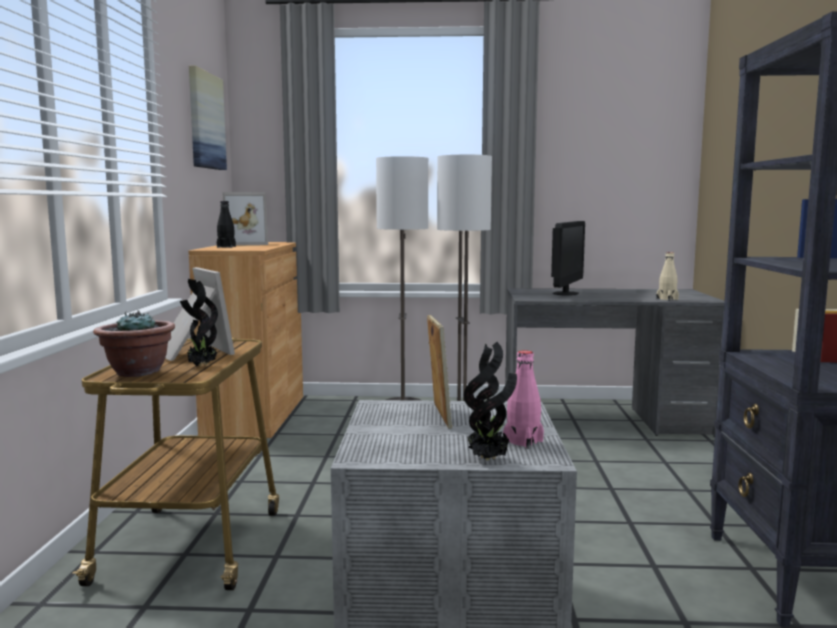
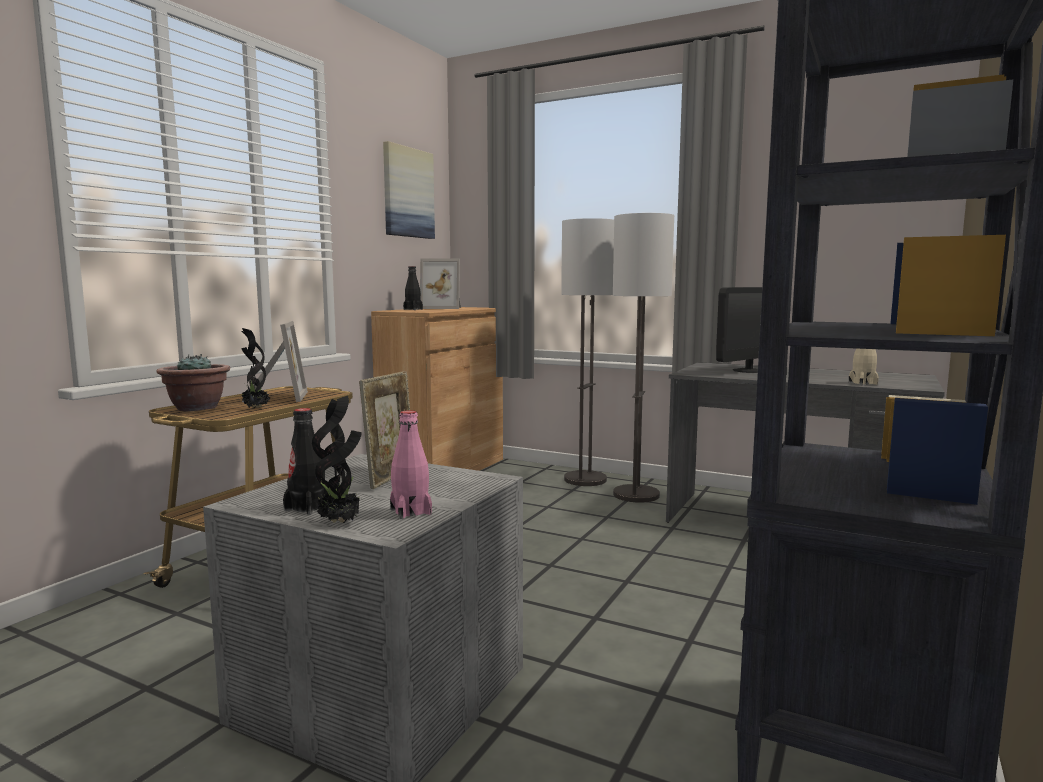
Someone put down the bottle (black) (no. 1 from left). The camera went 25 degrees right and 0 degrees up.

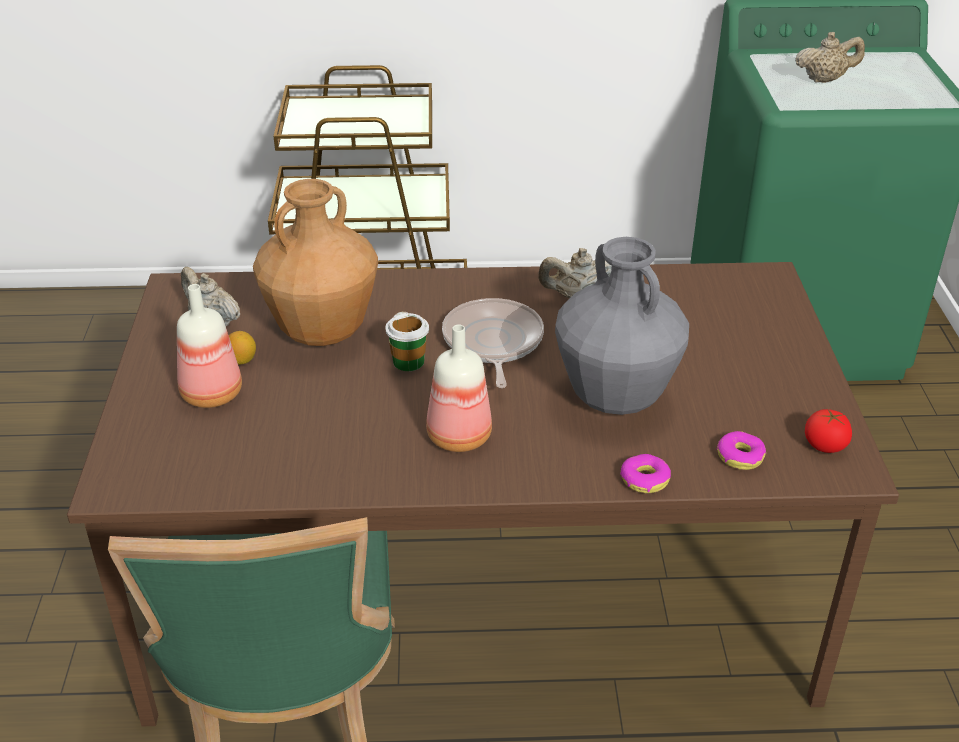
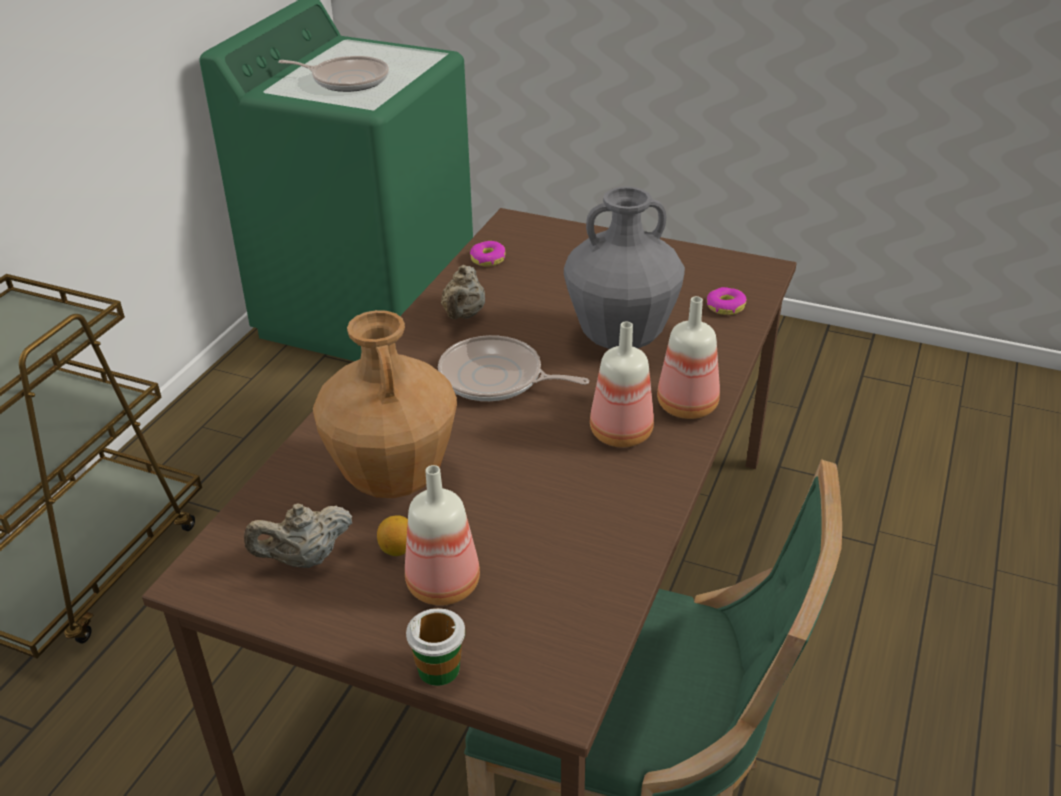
Someone swapped the teapot (beige) (no. 3 from left) for the frying pan (no. 1 from left). Someone carried the cup. Someone carried the donut (no. 1 from left). Someone put down the bottle (no. 3 from left). Someone took away the tomato. The camera went 65 degrees left and 0 degrees up.

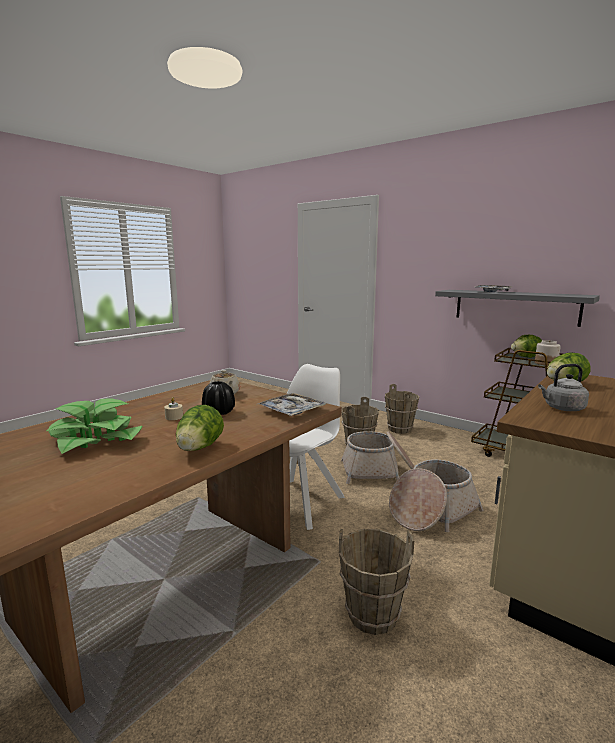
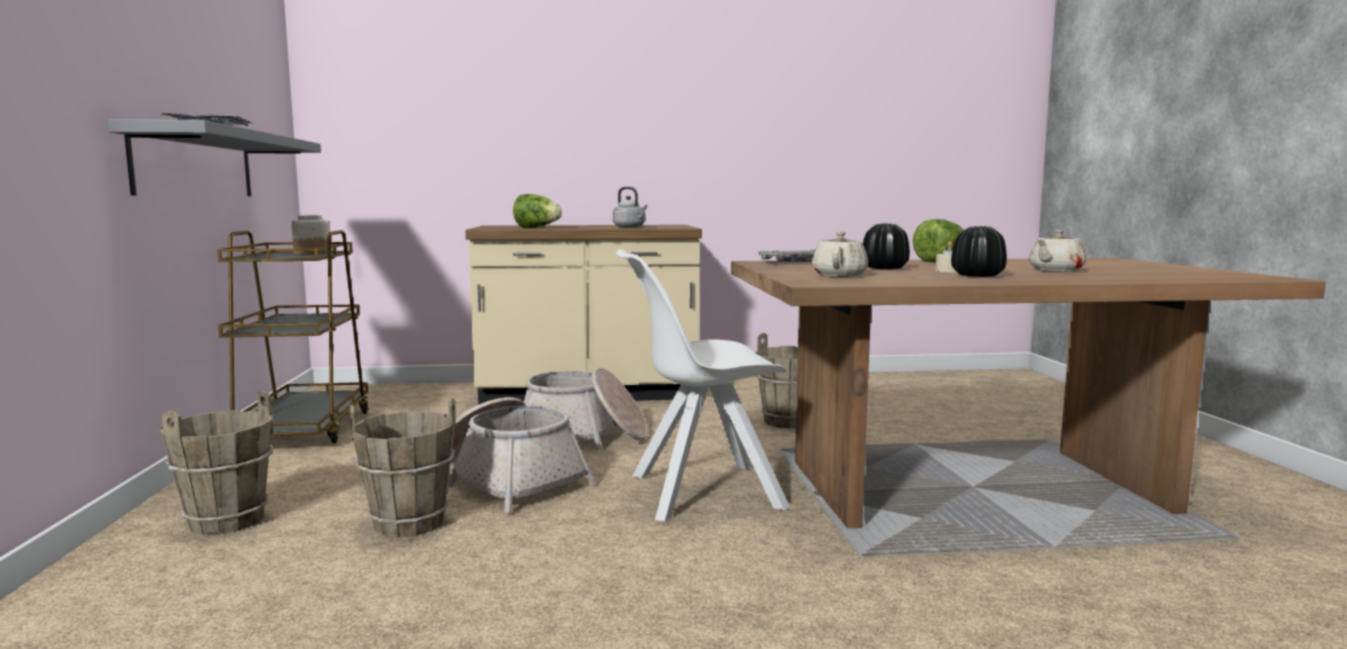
Someone put down the vase (black) (no. 2 from left). Someone swapped the potted plant for the teapot (beige) (no. 2 from left). Someone took away the lettuce (no. 2 from left). The camera went 135 degrees left and 5 degrees down.

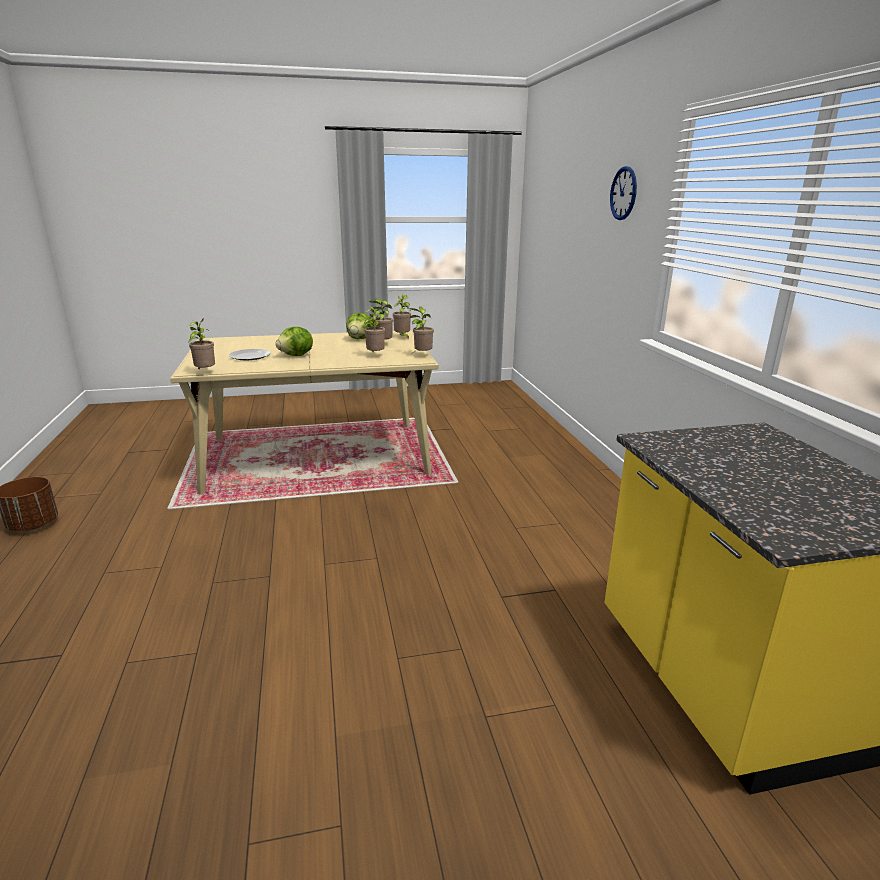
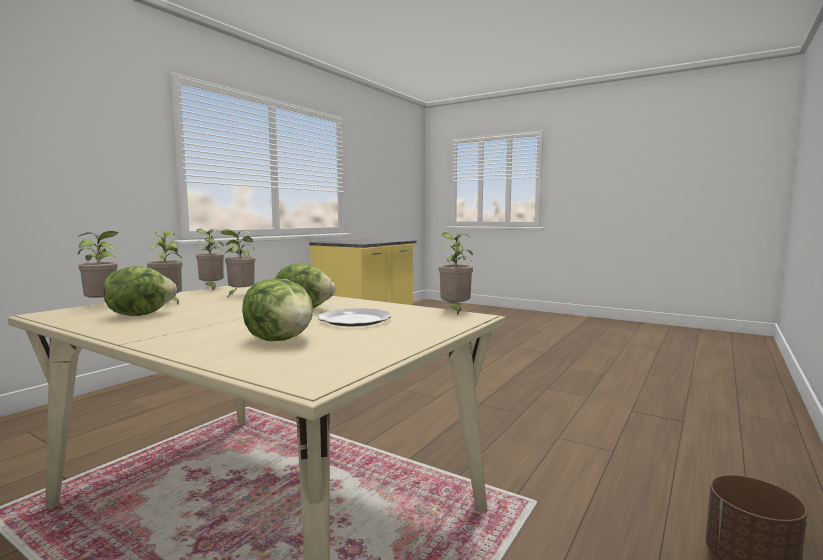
Someone put down the lettuce (no. 2 from left). Someone took away the wall clock. The camera went 135 degrees left and 15 degrees down.

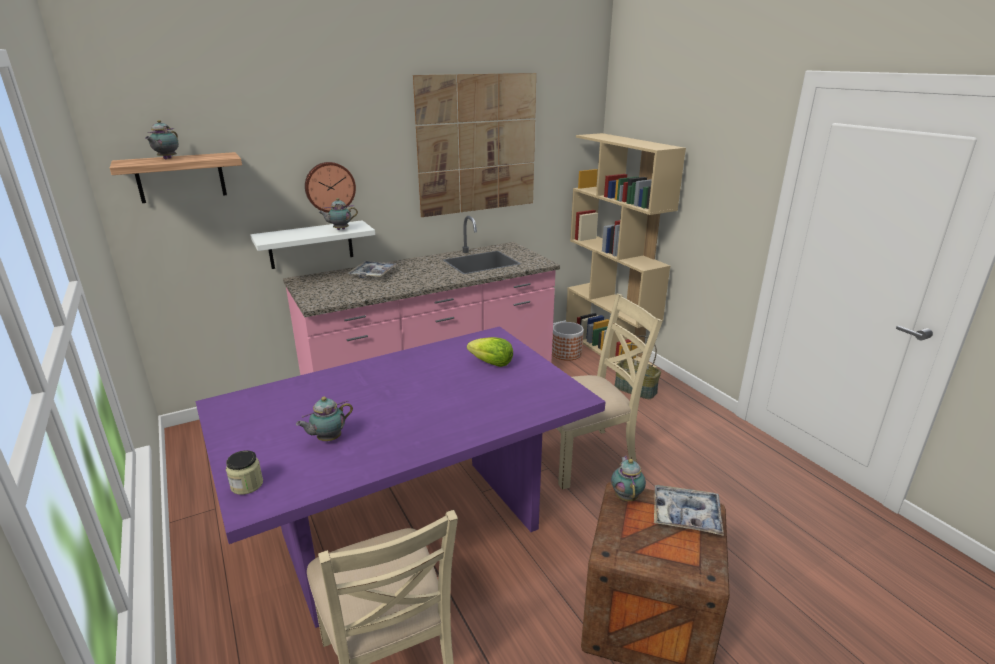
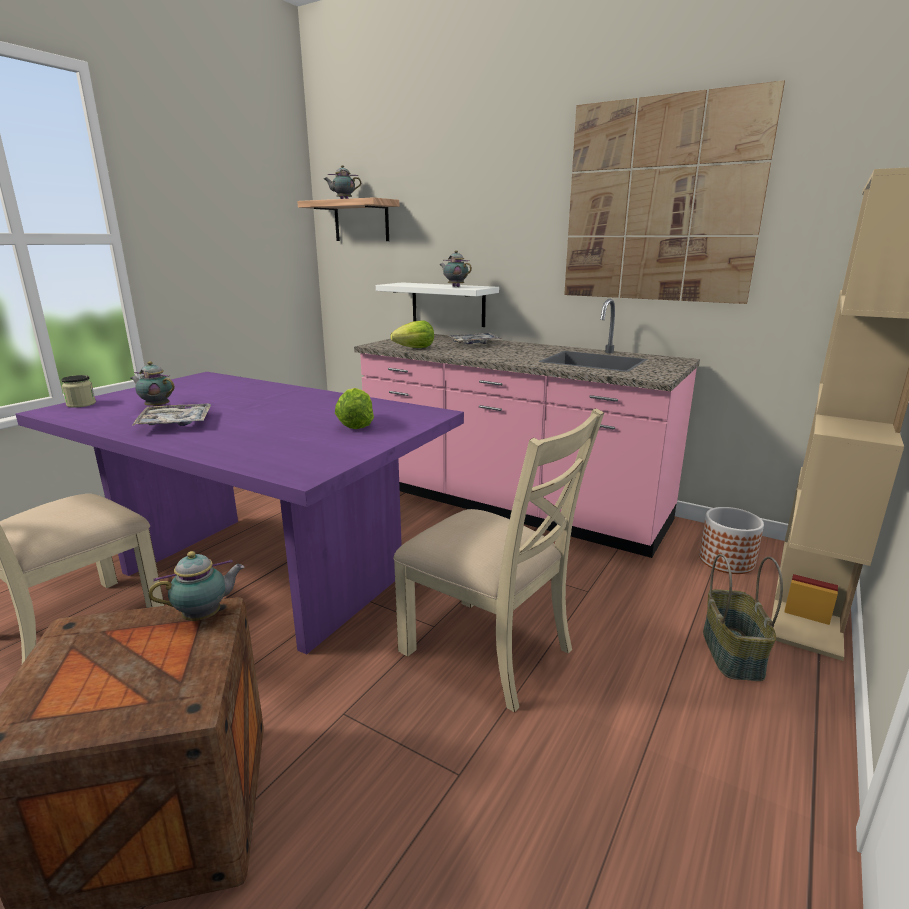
Someone carried the tray (no. 2 from left in the first image). Someone put down the lettuce (no. 2 from left). Someone took away the wall clock. The camera went 60 degrees right and 5 degrees down.

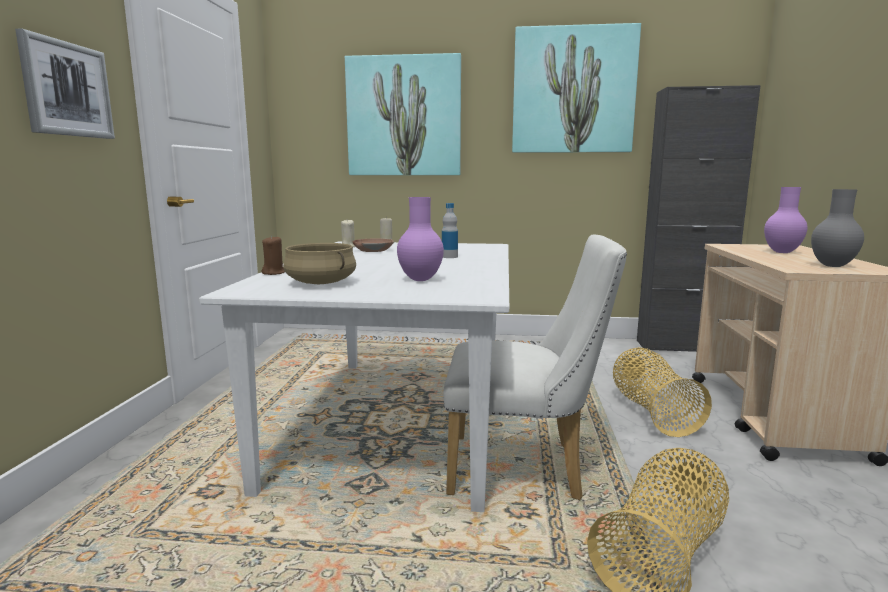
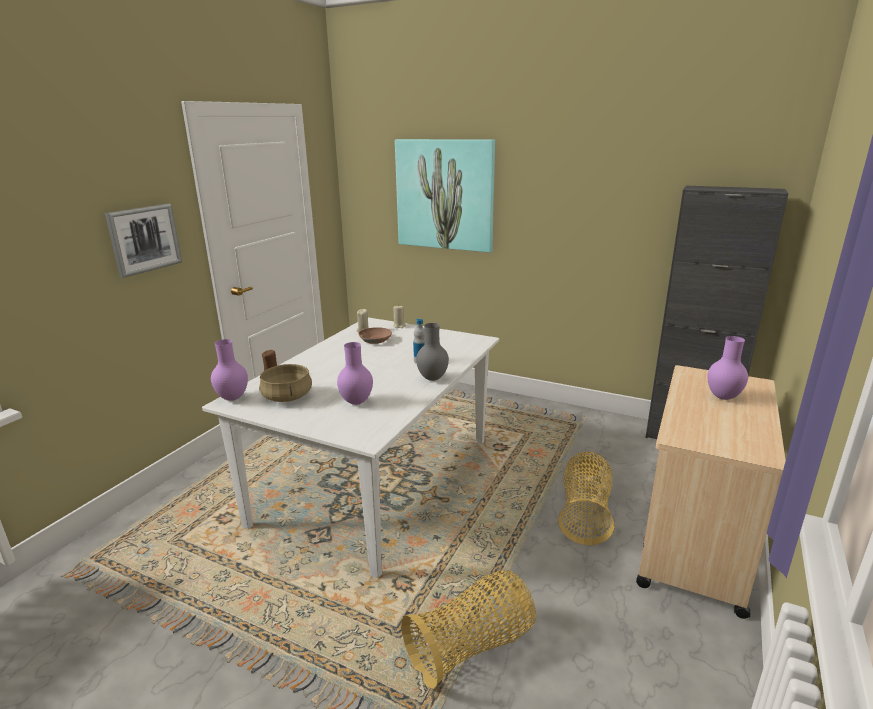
Someone put down the vase (purple) (no. 1 from left). Someone carried the vase (grey). Someone took away the chair (white). Someone took away the picture (no. 3 from left). The camera went 20 degrees right and 10 degrees up.

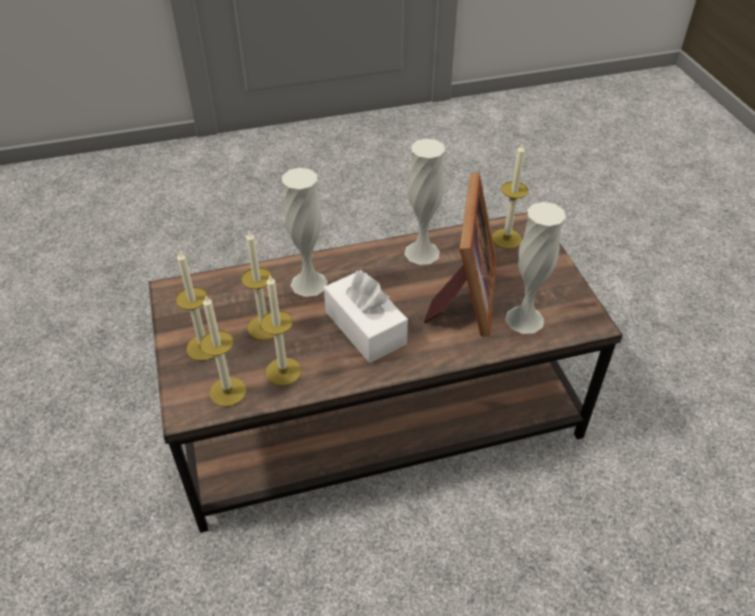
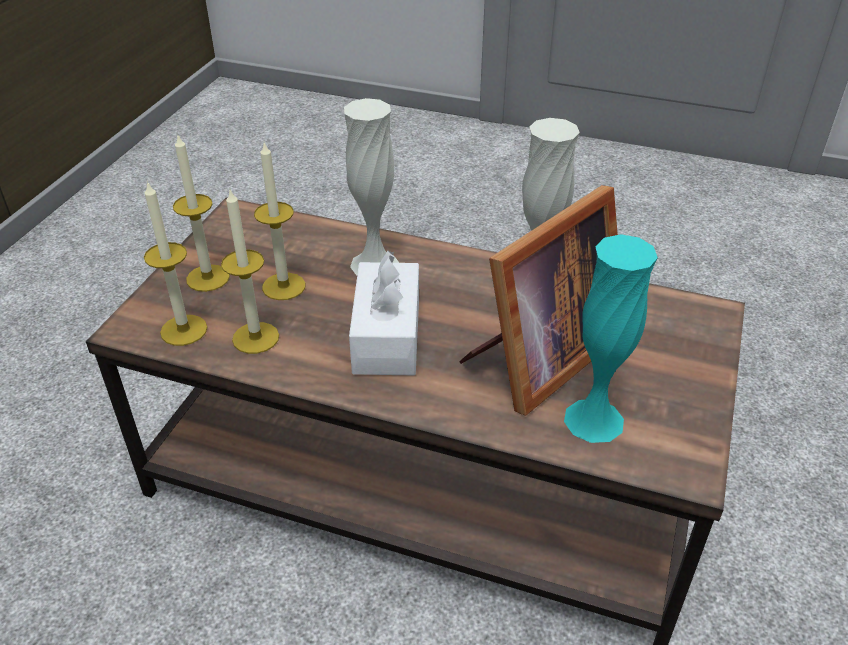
Someone repainted the vase (white) (no. 3 from left), which became the vase (turquoise). Someone took away the candle (no. 5 from left). The camera went 35 degrees right and 5 degrees down.

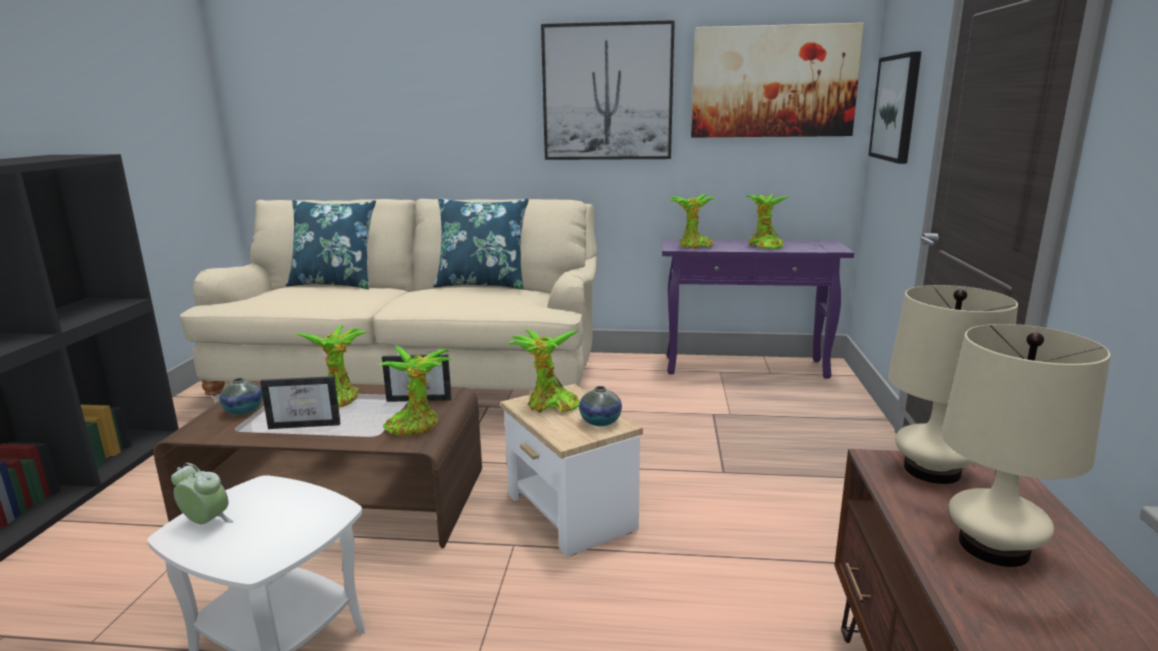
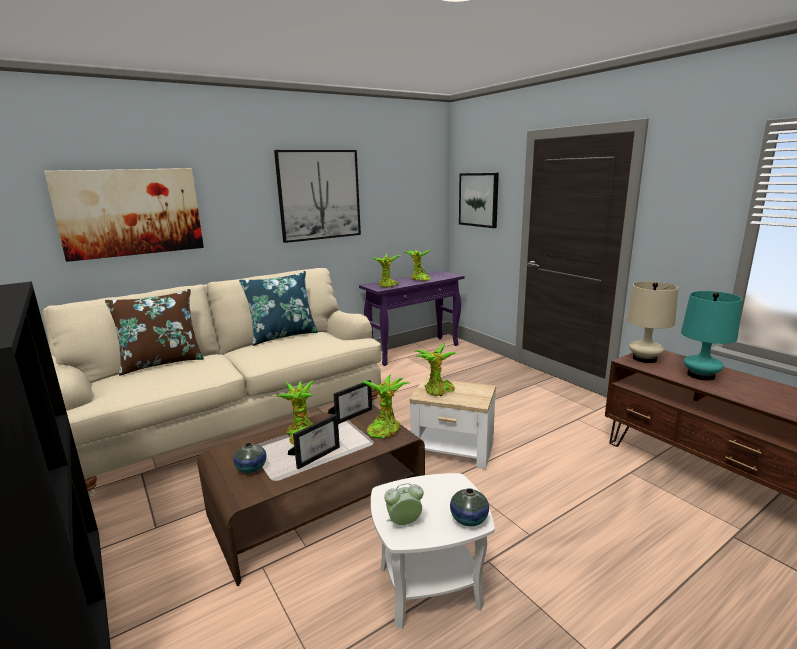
Someone carried the picture (no. 2 from left in the first image). Someone repainted the pillow (blue) (no. 1 from left), which became the pillow (brown). Someone carried the vase (no. 2 from left). Someone repainted the table lamp (beige) (no. 2 from left), which became the table lamp (turquoise). The camera went 40 degrees left and 0 degrees up.

